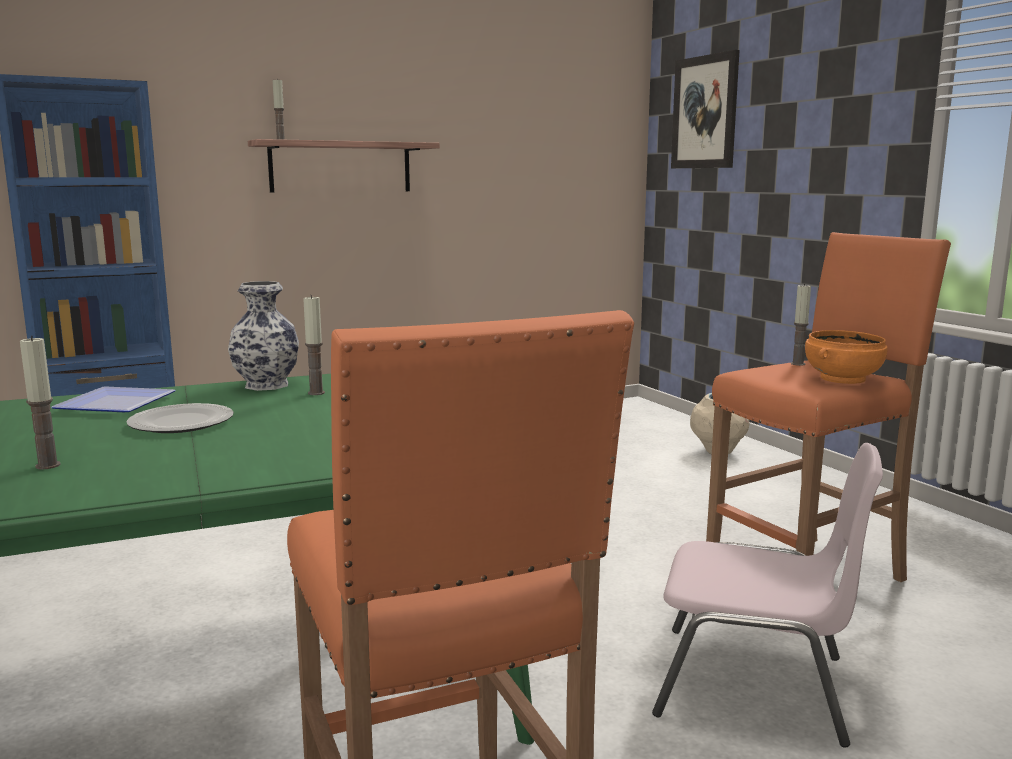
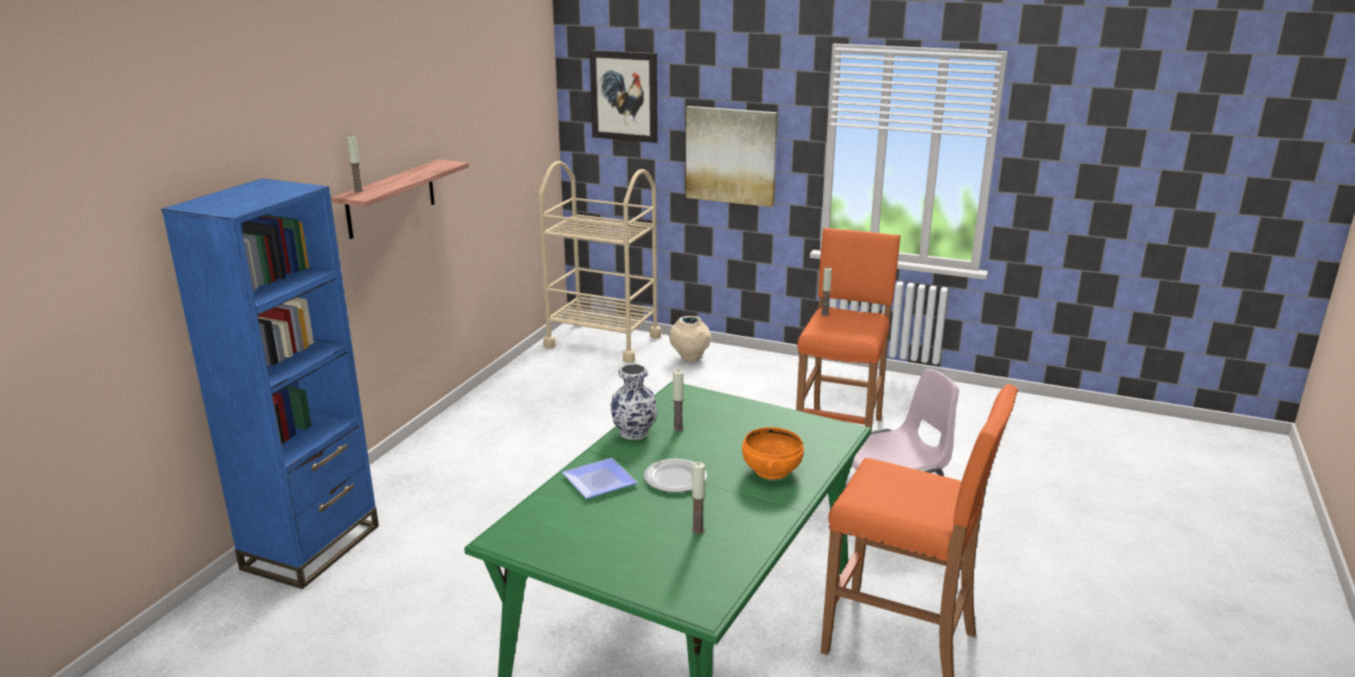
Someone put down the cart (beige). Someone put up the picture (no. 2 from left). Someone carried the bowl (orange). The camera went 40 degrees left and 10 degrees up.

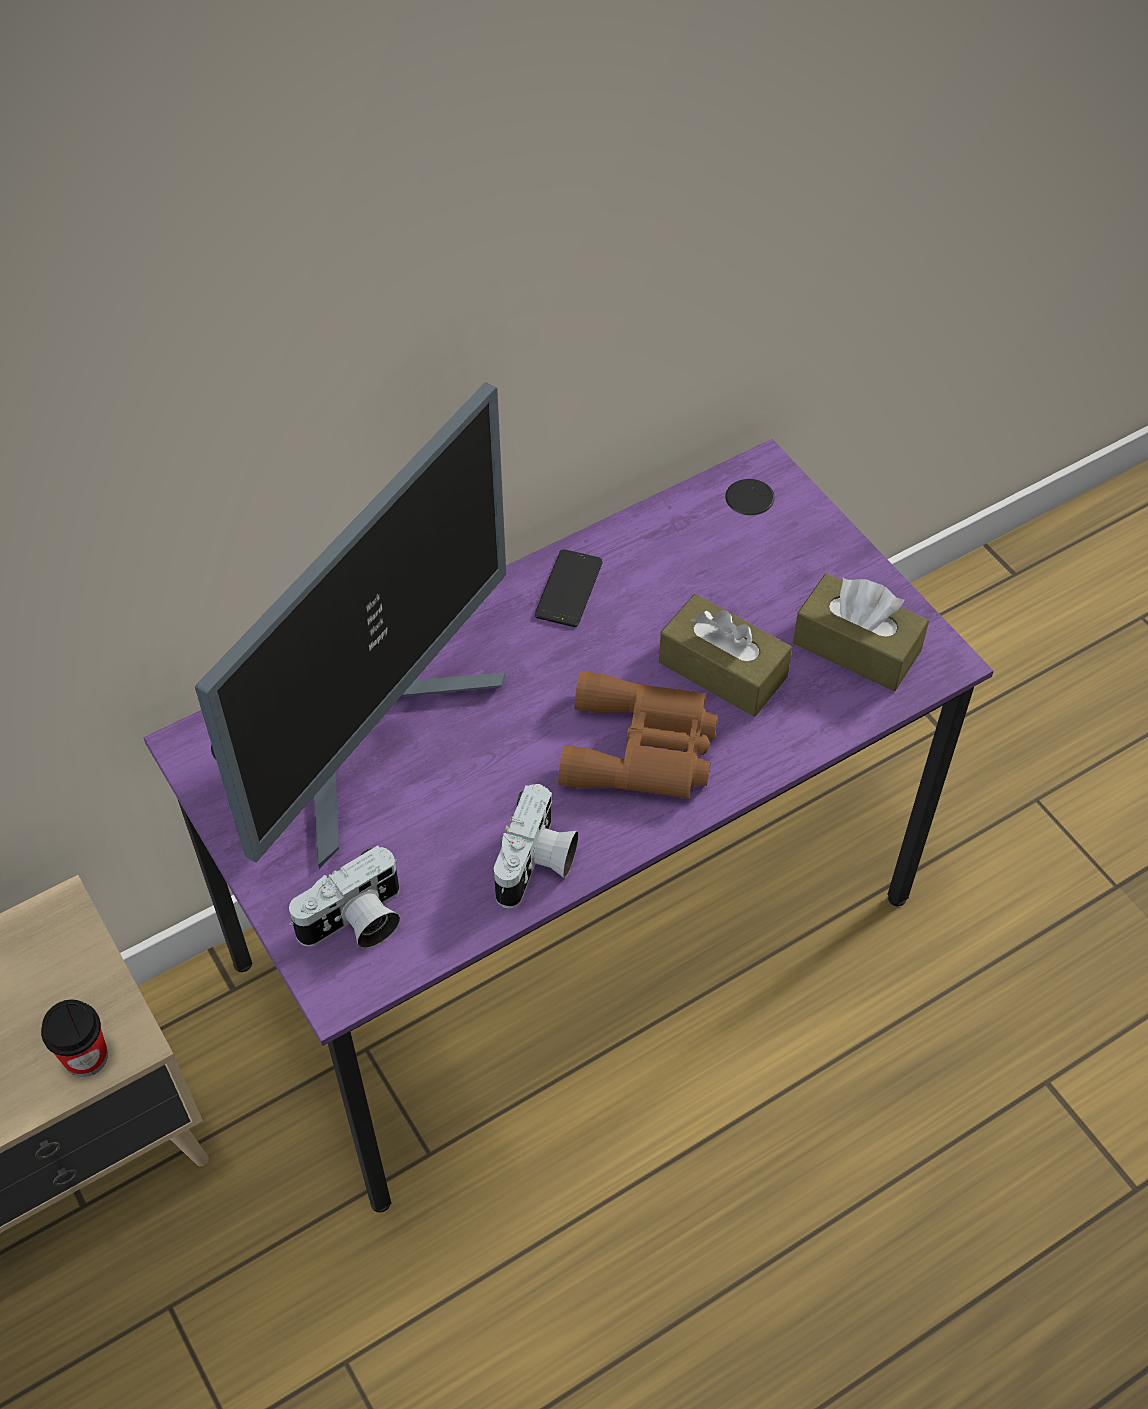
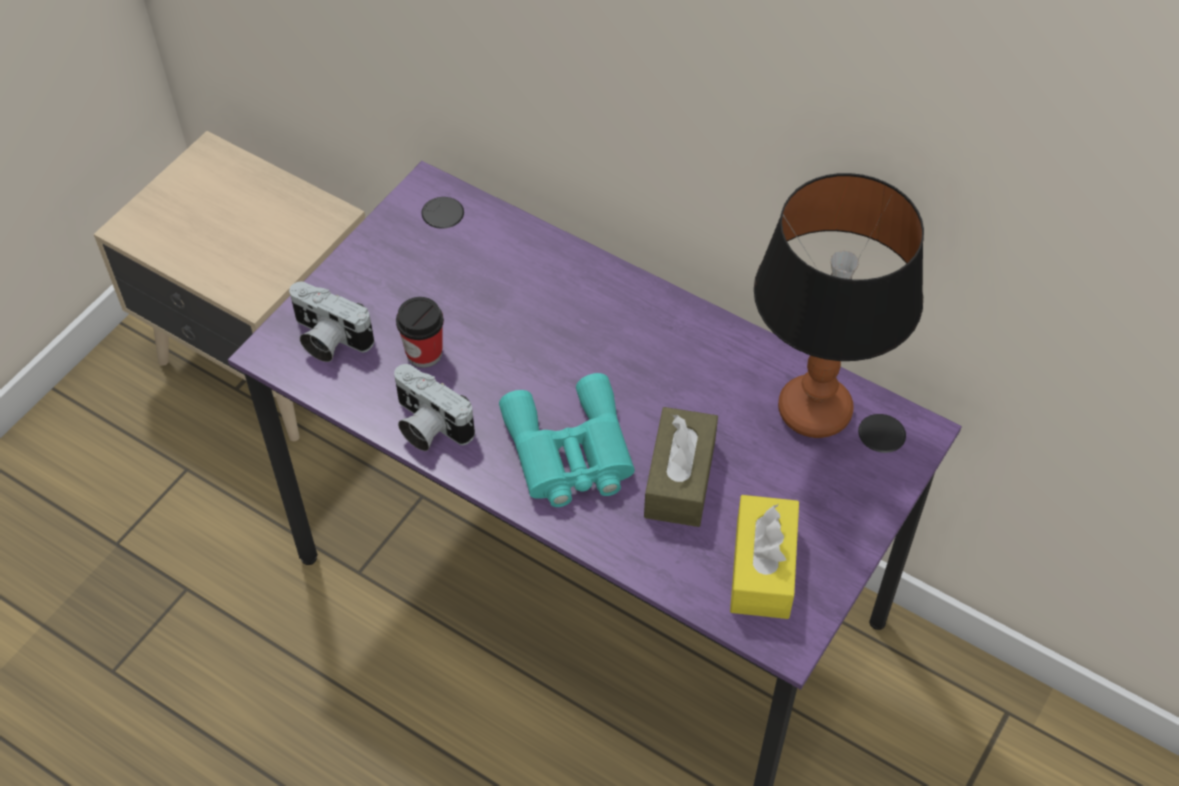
Someone rotated the photo camera (no. 2 from left) by 45 degrees clockwise. Someone carried the cup. Someone repainted the binoculars (brown), which became the binoculars (turquoise). Someone repainted the tissue box (brown) (no. 2 from left), which became the tissue box (yellow). Someone put down the table lamp. Someone took away the monitor. Someone took away the phone. The camera went 65 degrees right and 0 degrees up.

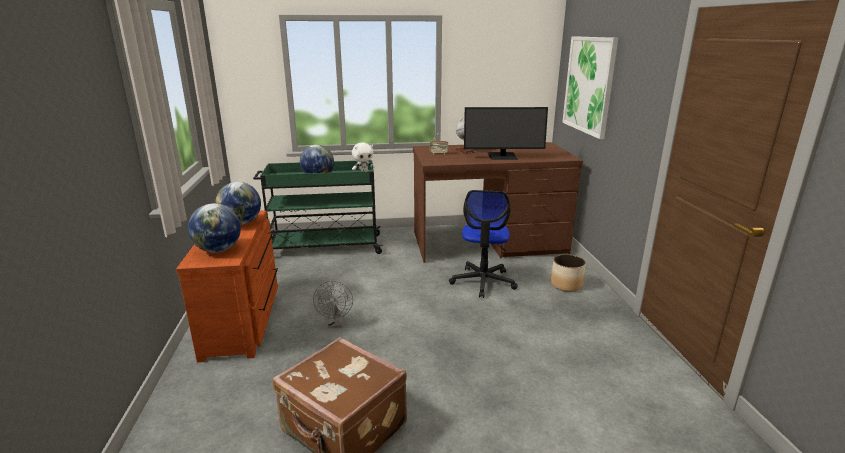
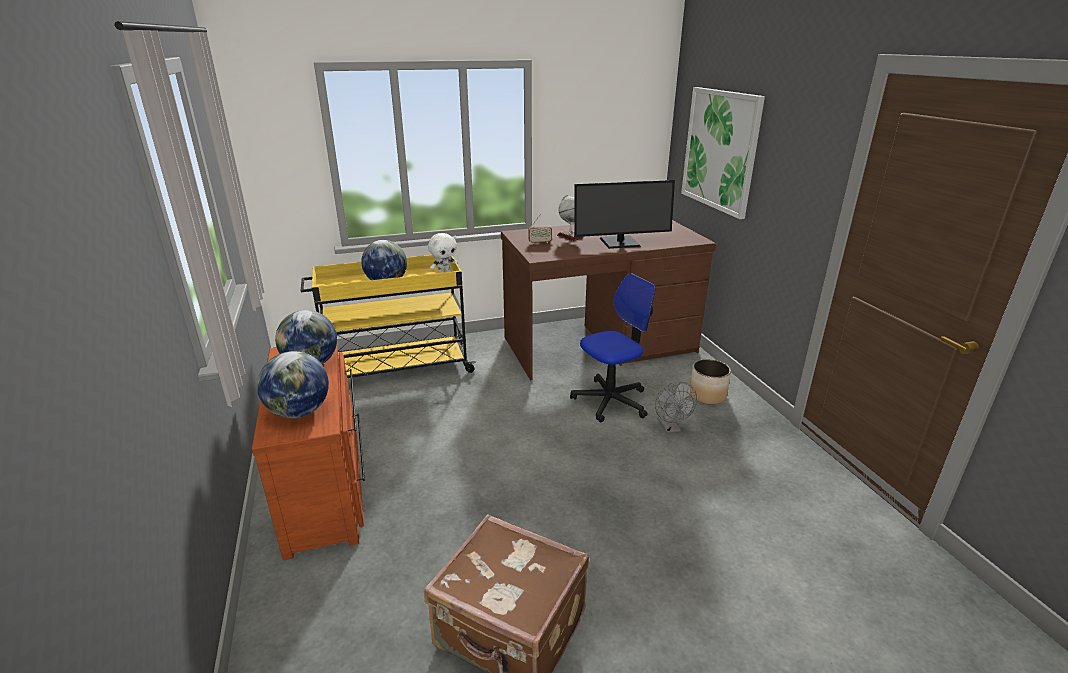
Someone repainted the cart (green), which became the cart (yellow). Someone rotated the office chair by 120 degrees counterclockwise. Someone carried the fan (grey). The camera went 10 degrees left and 5 degrees up.

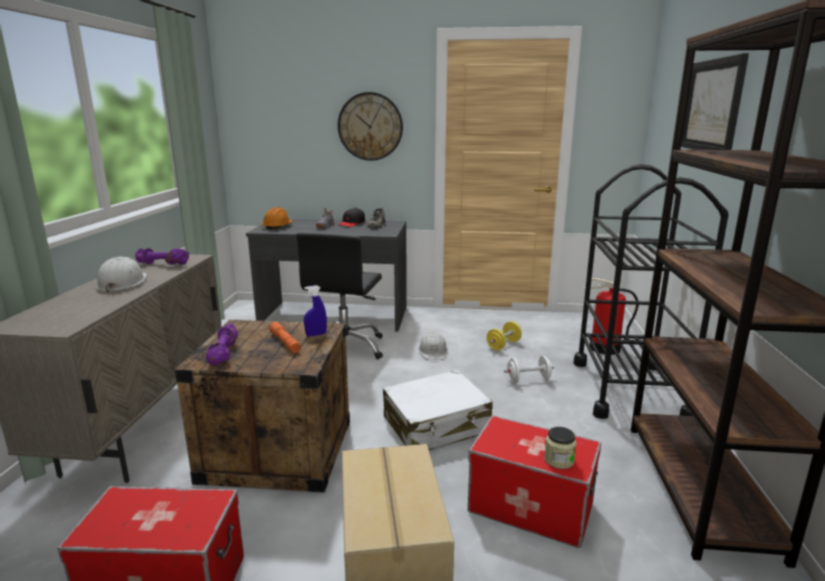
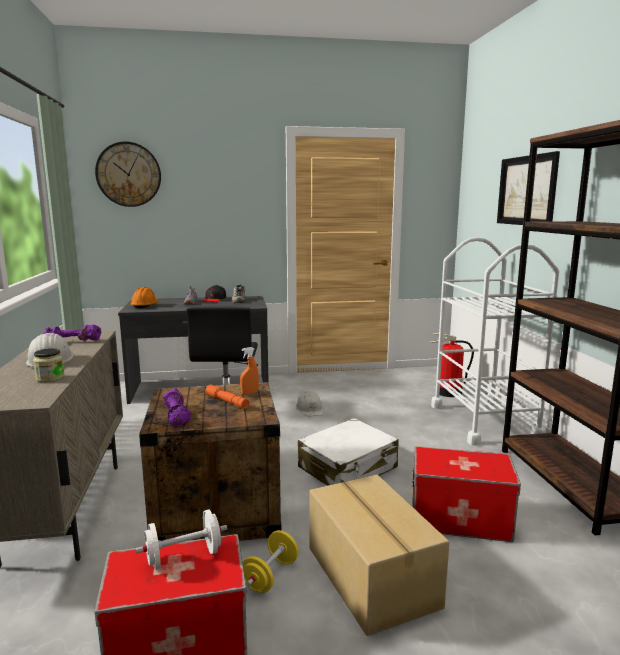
Someone carried the jar. Someone carried the wall clock. Someone carried the dumbbell (white). Someone repainted the spray bottle (blue), which became the spray bottle (orange). Someone carried the dumbbell (yellow). Someone repainted the cart (black), which became the cart (white). The camera went 15 degrees left and 5 degrees down.

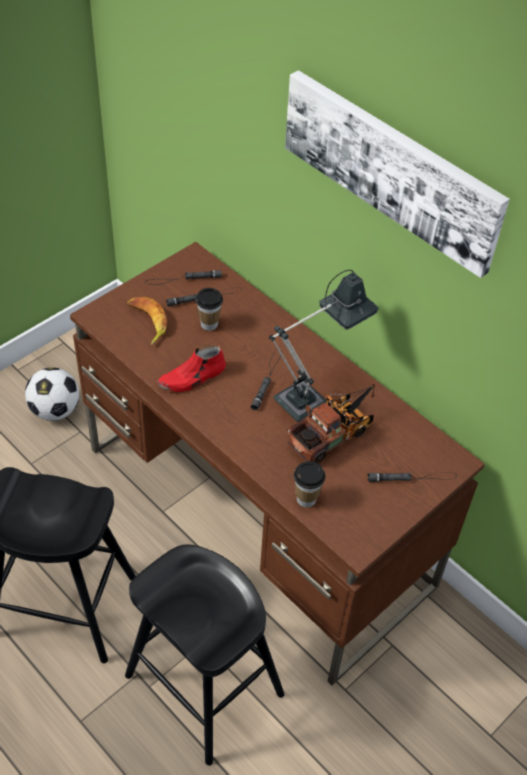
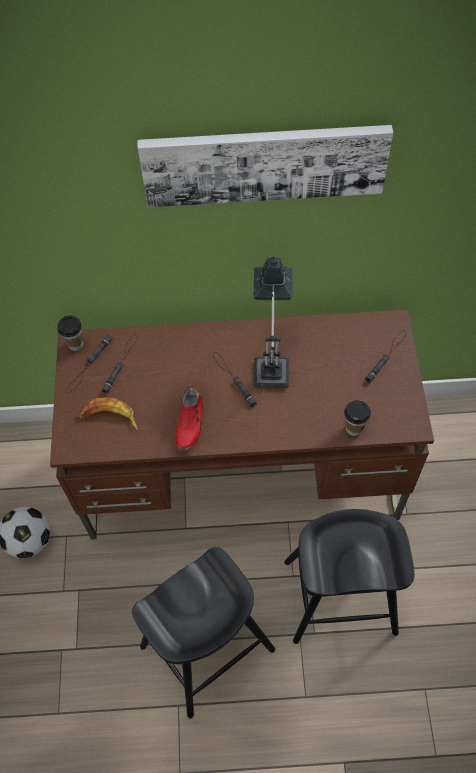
Someone carried the cup (no. 1 from left). Someone took away the toy truck. The camera went 45 degrees left and 10 degrees up.

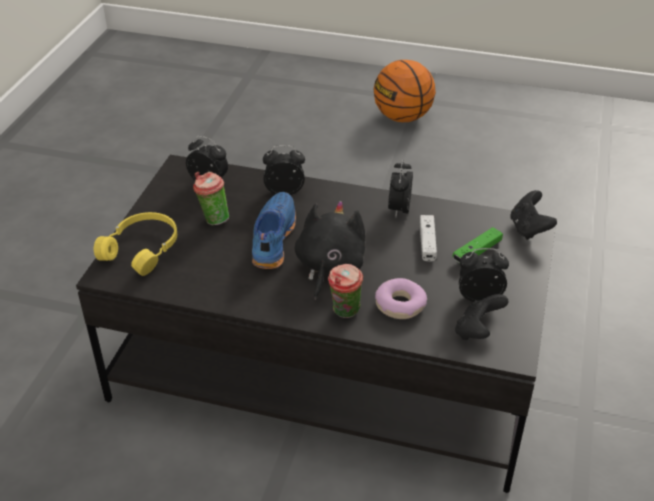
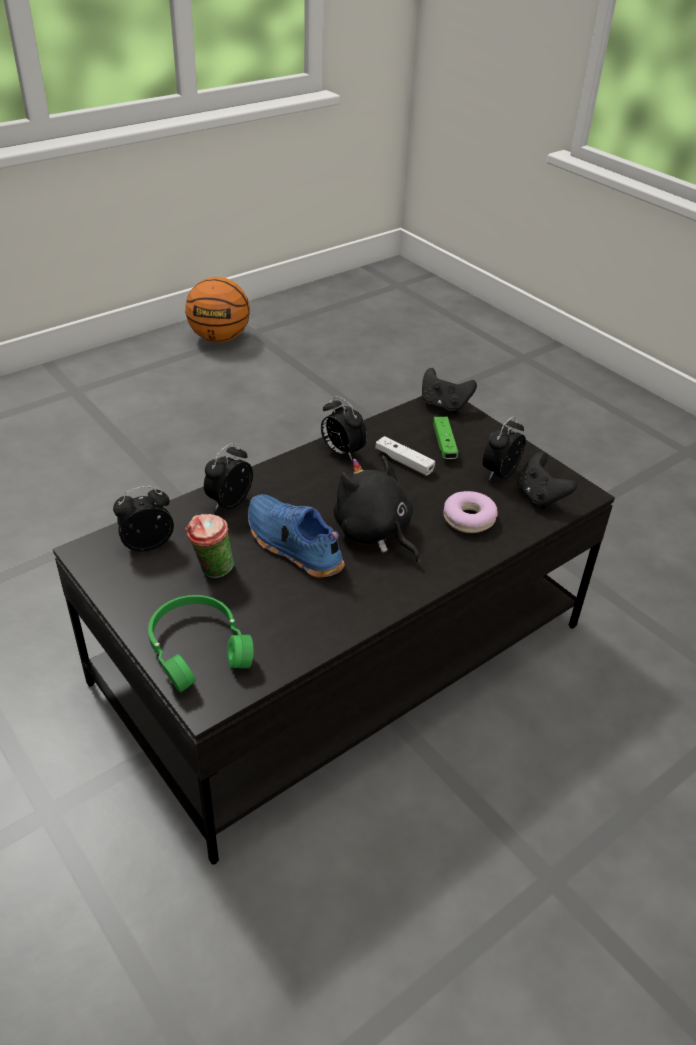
Someone repainted the headphones (yellow), which became the headphones (green). Someone carried the basketball. Someone took away the cup (no. 2 from left). The camera went 55 degrees left and 0 degrees up.

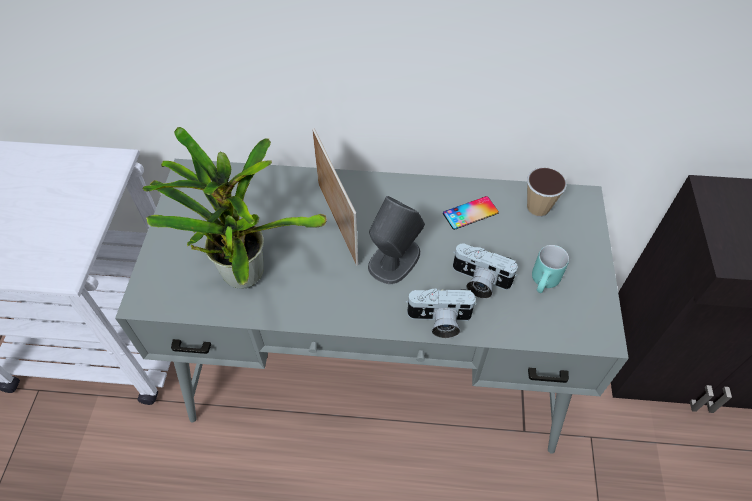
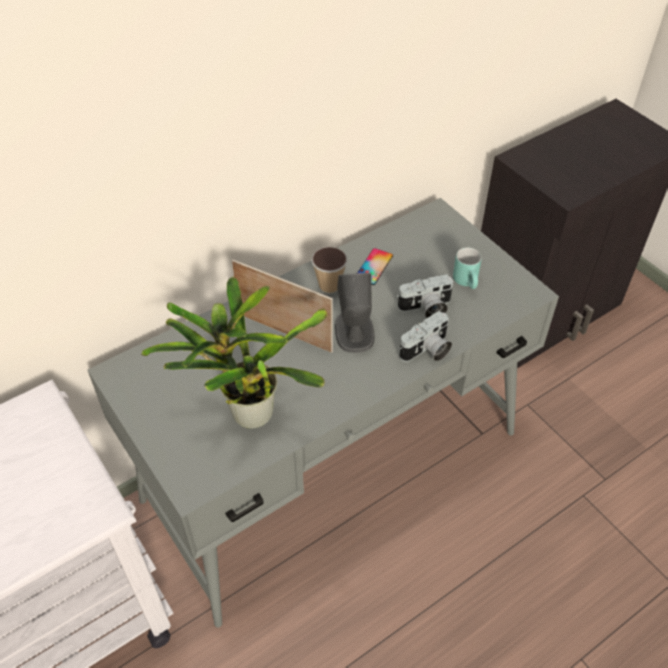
Someone carried the cup. The camera went 40 degrees left and 5 degrees down.

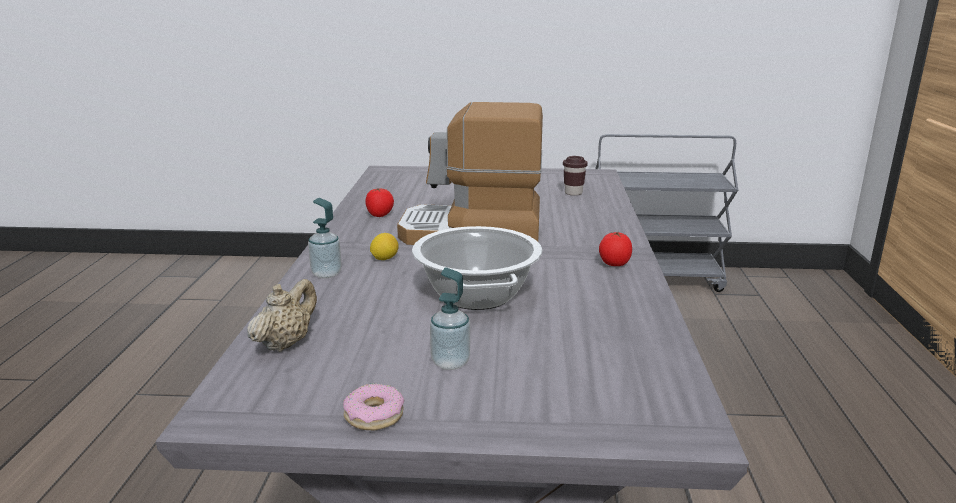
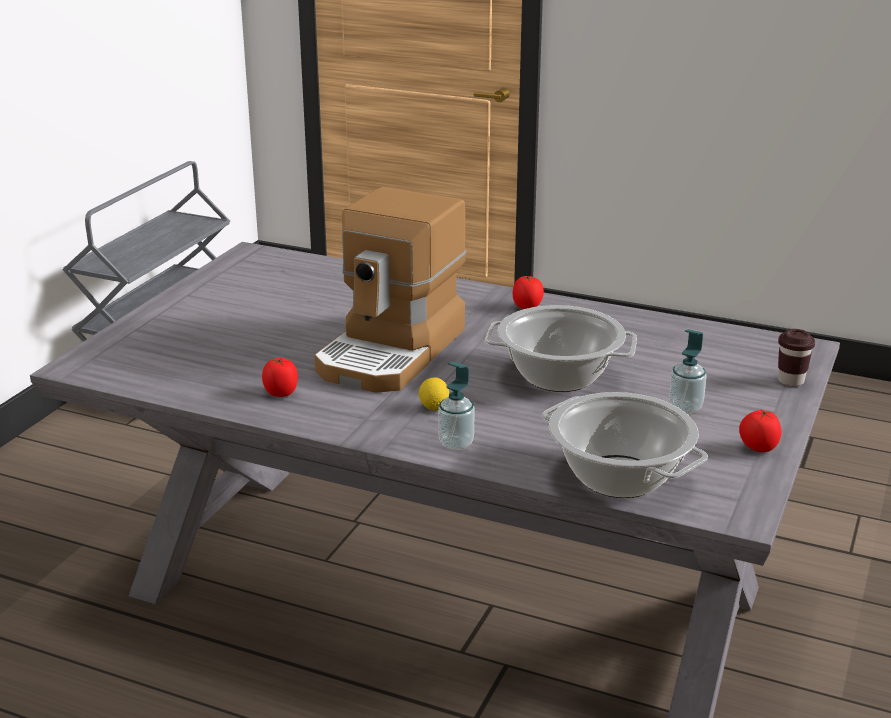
Someone swapped the teapot (beige) for the cooking pot (no. 2 from left). Someone swapped the donut for the tomato (no. 3 from left). Someone carried the cup (brown). The camera went 70 degrees left and 5 degrees up.

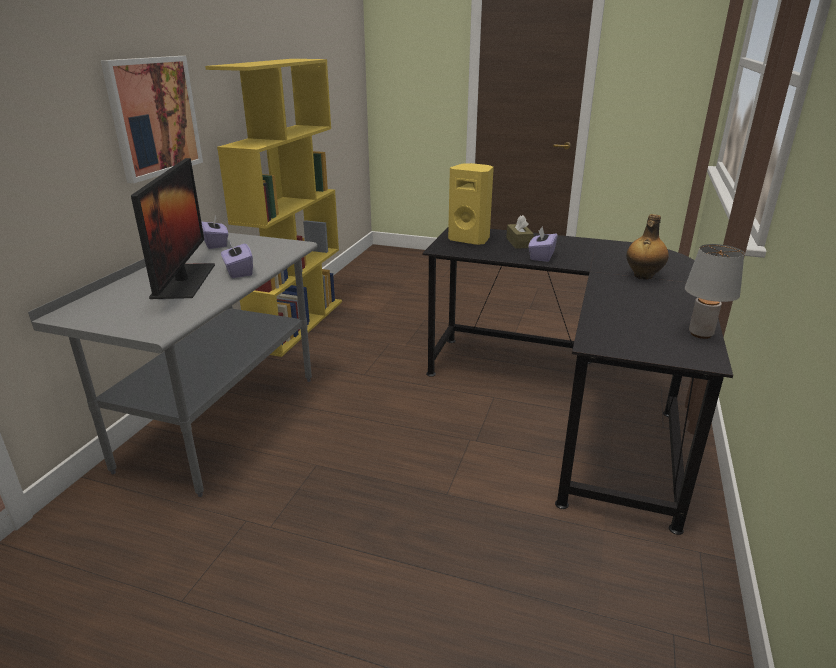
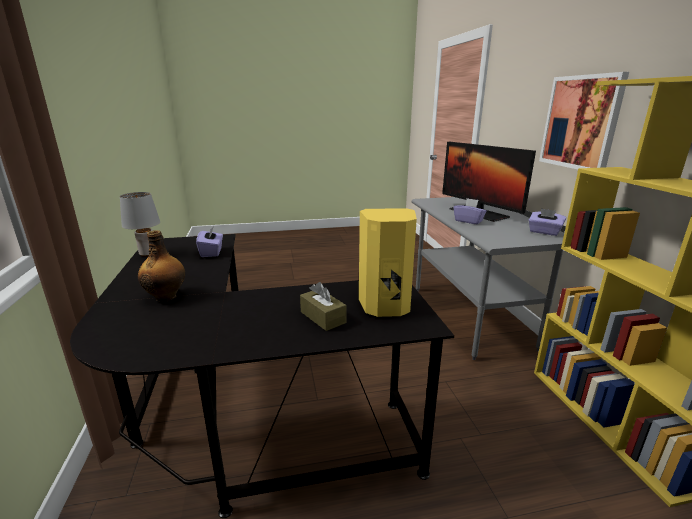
Someone carried the tissue box (purple) (no. 3 from left in the first image). The camera went 150 degrees right and 5 degrees down.

